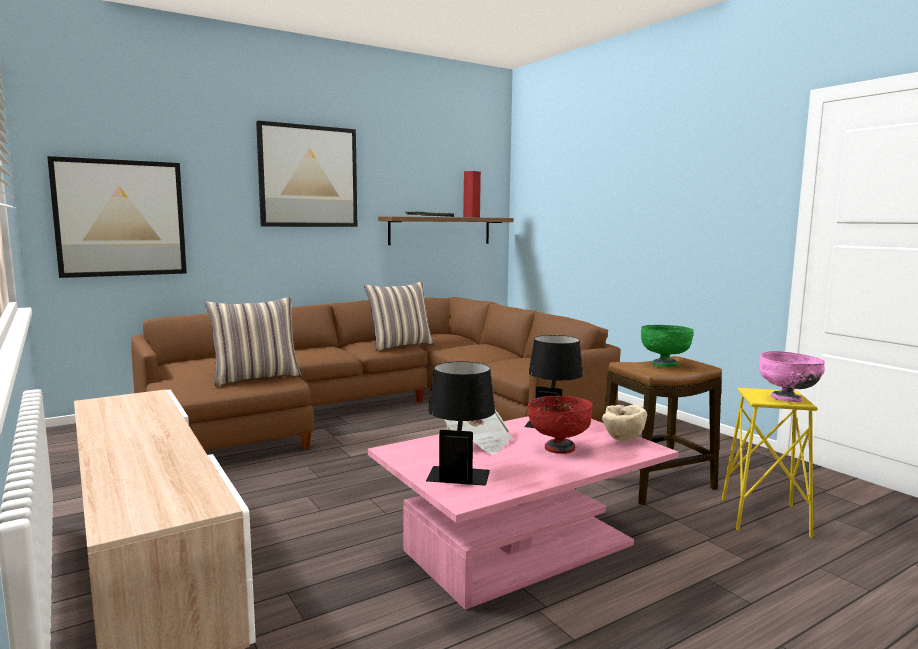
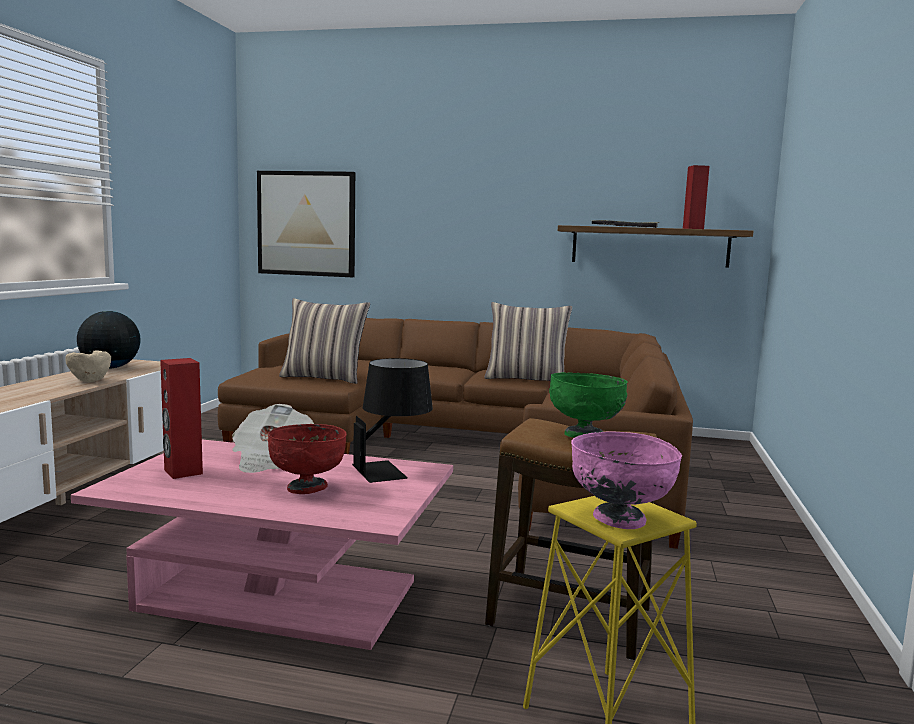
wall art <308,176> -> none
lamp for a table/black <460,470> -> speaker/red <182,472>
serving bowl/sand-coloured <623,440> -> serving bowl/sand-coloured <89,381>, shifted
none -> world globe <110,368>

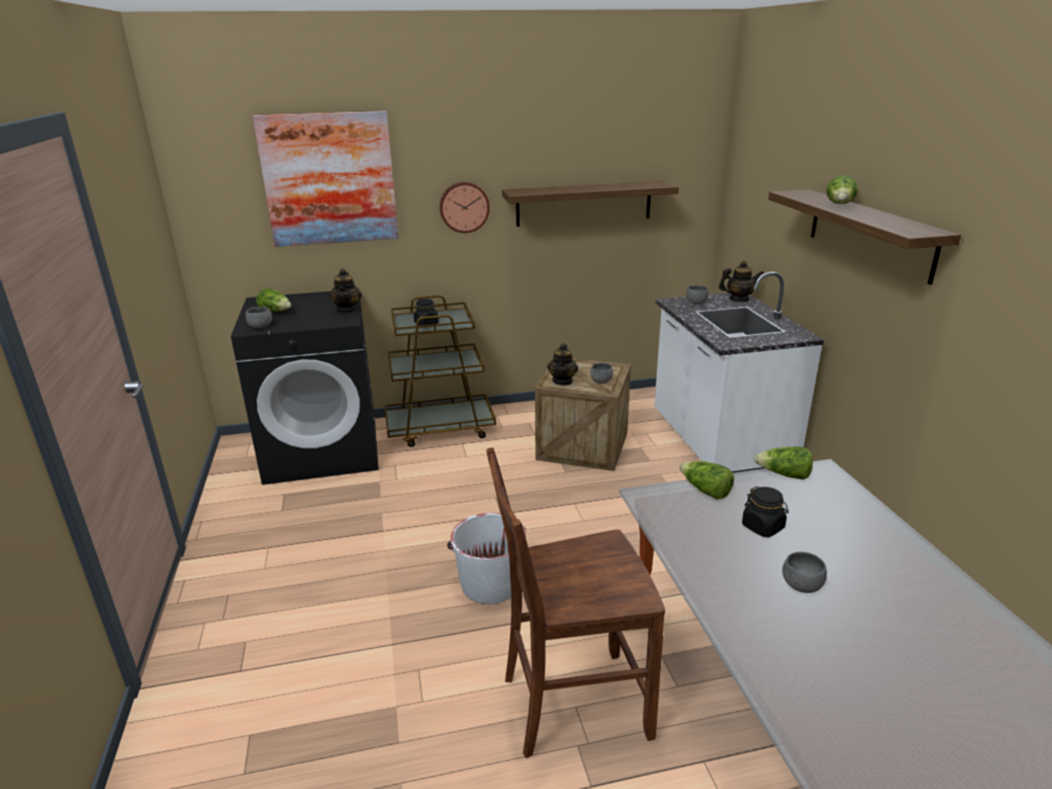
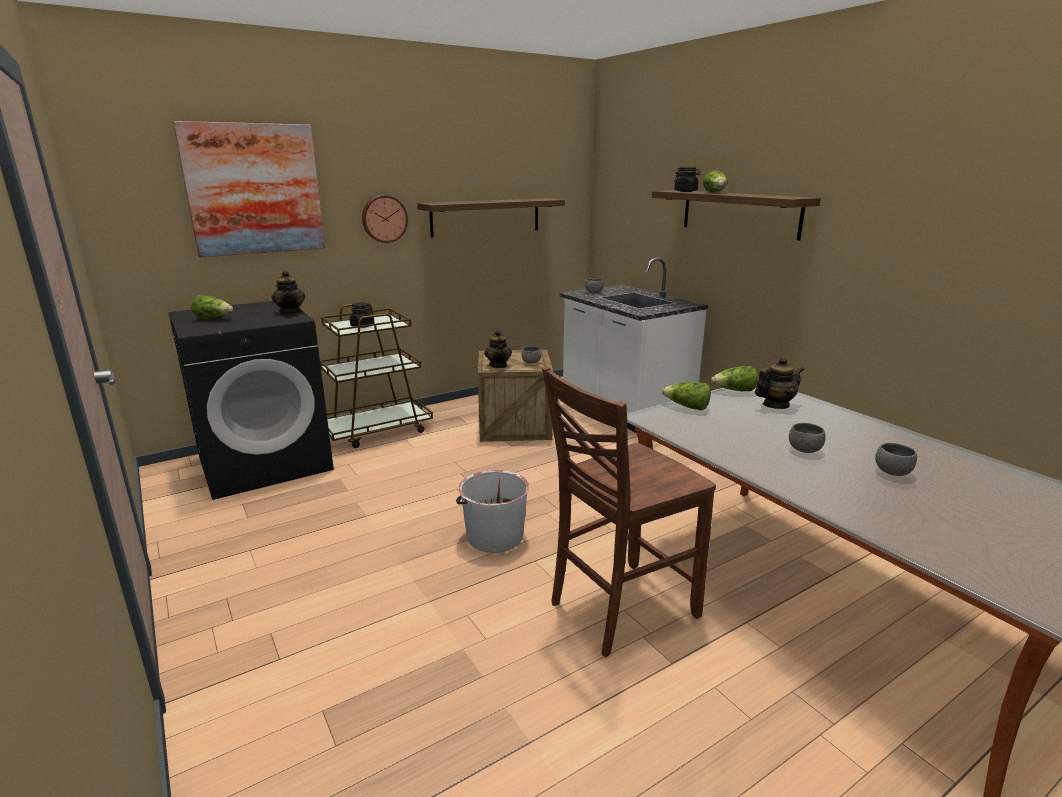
teapot <738,299> -> teapot <775,405>, shifted
serving bowl/gray <260,326> -> serving bowl/gray <892,472>, shifted
storage jar/black <763,527> -> storage jar/black <686,191>, shifted

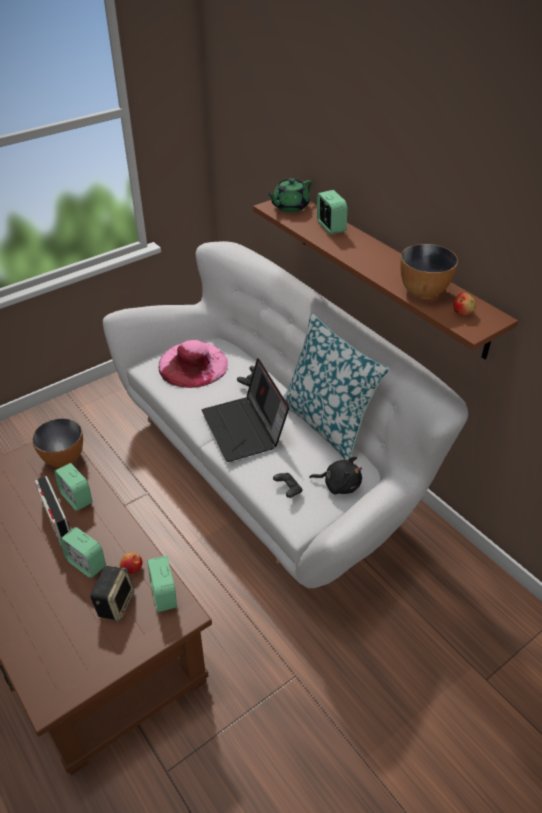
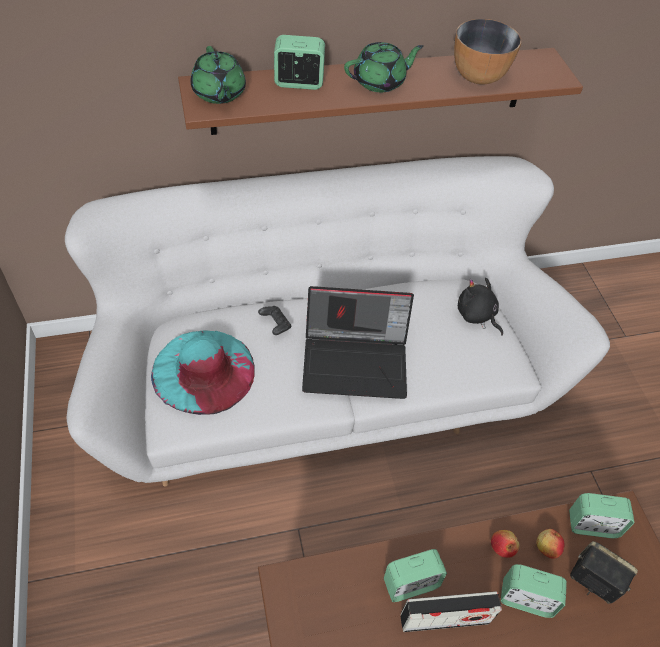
apple <462,312> -> apple <502,547>, shifted
throw pillow <327,423> -> none
wearable hat/pink-coloured <193,364> -> wearable hat/turquoise-coloured <203,370>
serving bowl <64,458> -> none
plush toy/black <339,484> -> plush toy/black <477,315>, 75 degrees counterclockwise
game controller/black <288,489> -> none
alarm clock <86,563> -> alarm clock <526,598>, 45 degrees clockwise
none -> teapot/green-coloured <380,82>

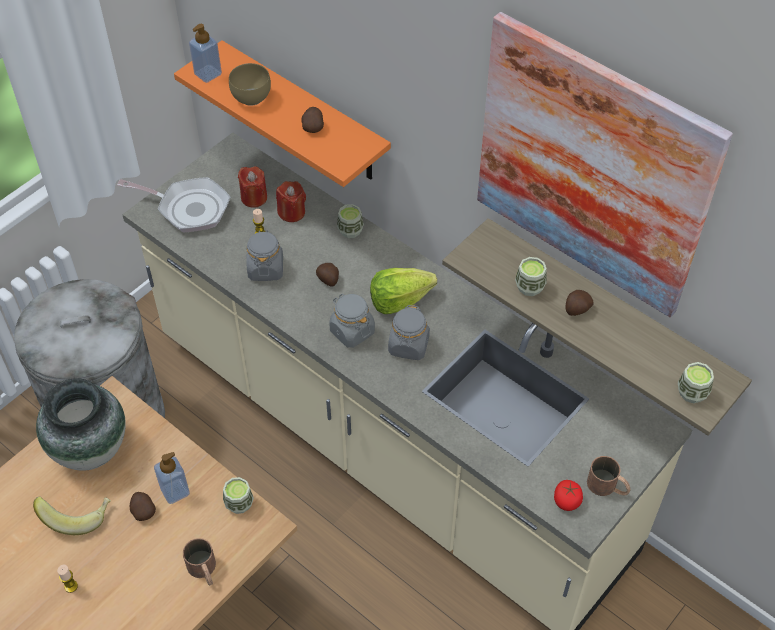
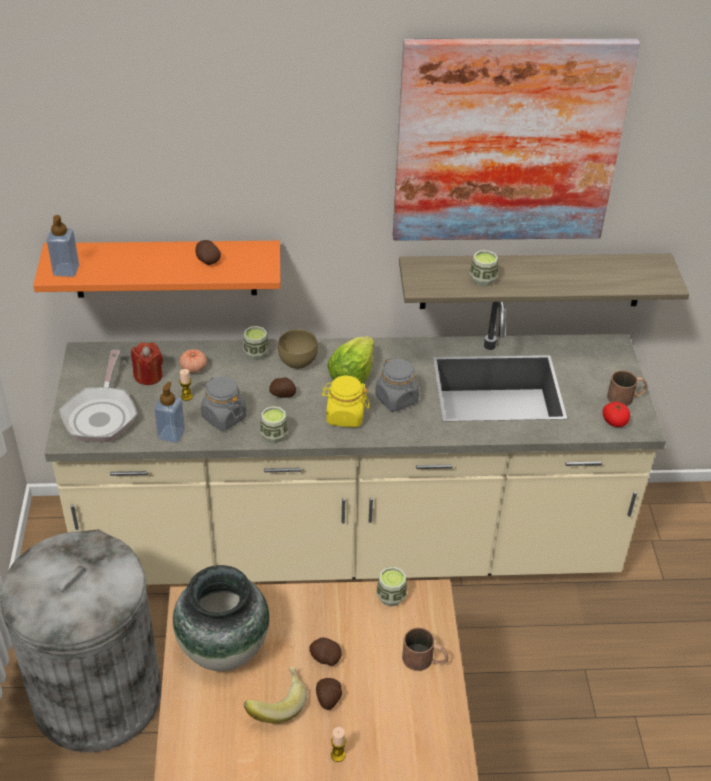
serving bowl/brown <251,97> -> serving bowl/brown <296,361>, shifted
pan <188,208> -> pan <101,415>, 120 degrees clockwise
candle/red <292,212> -> whole tomato <193,368>
whole potato <576,309> -> whole potato <328,699>, shifted
storage jar/gray <352,331> -> storage jar/yellow <345,416>
cup <692,392> -> cup <274,435>, shifted
liquid soap bottle <175,491> -> liquid soap bottle <171,434>, shifted

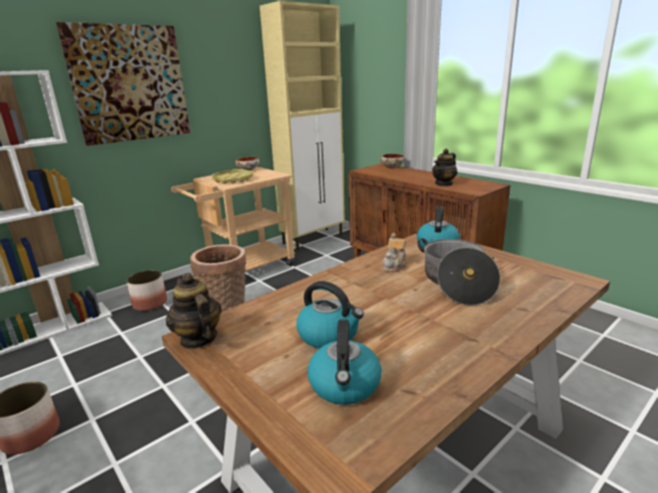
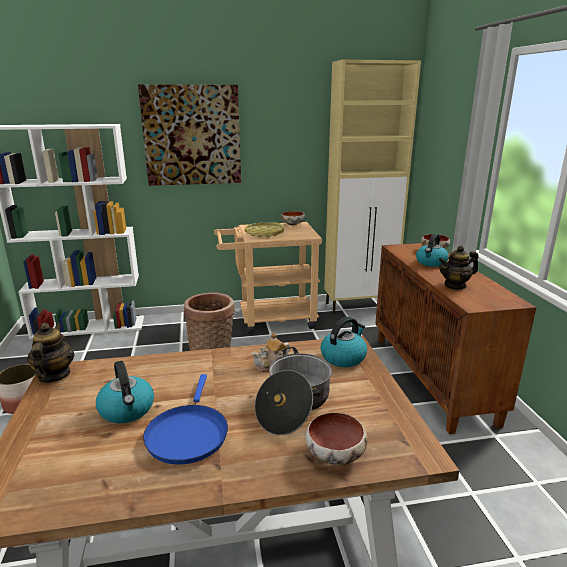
planter <150,303> -> none
kettle <345,386> -> kettle <431,263>, shifted
none -> pan/blue <187,433>
none -> serving bowl <335,455>

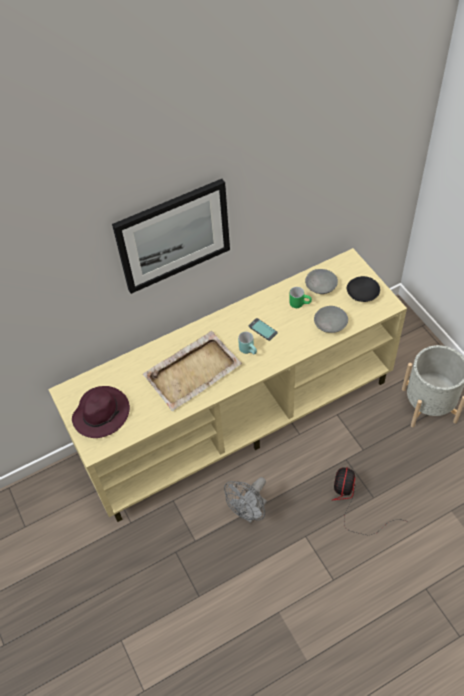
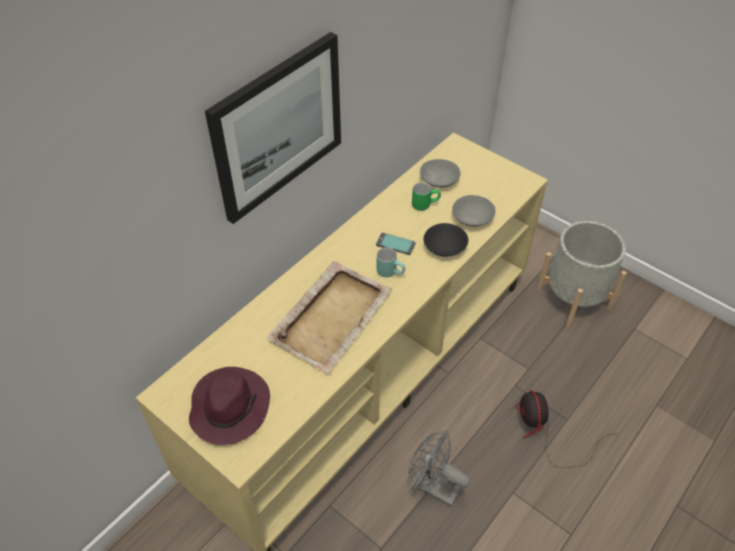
serving bowl/black <362,293> -> serving bowl/black <444,246>, shifted
cooling fan/gray <249,512> -> cooling fan/gray <433,486>, 105 degrees clockwise

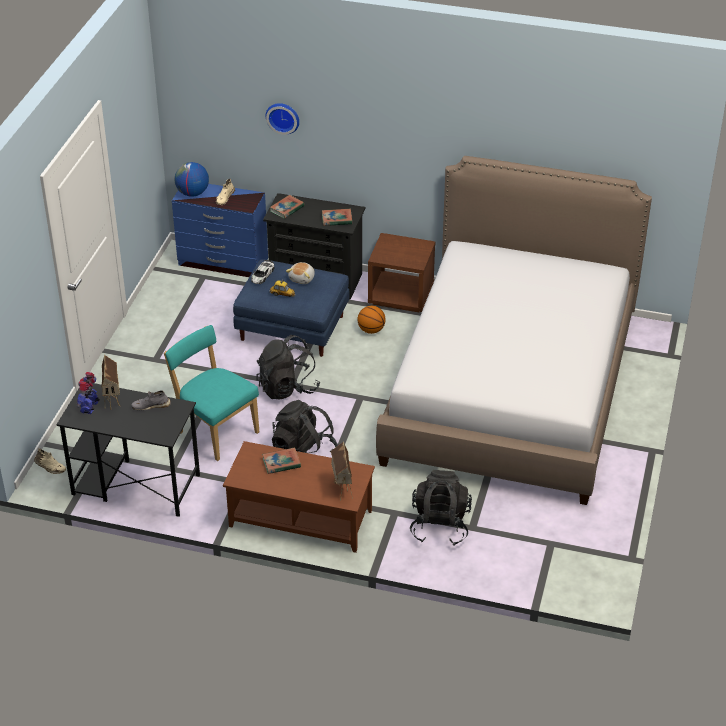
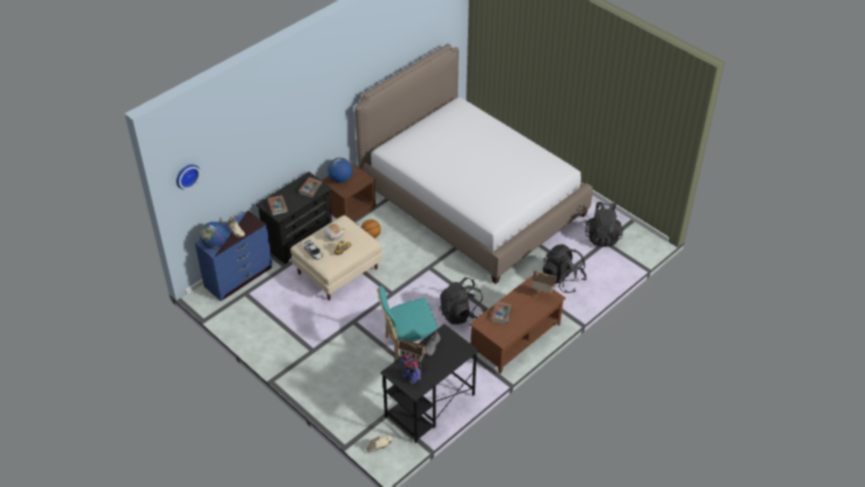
clock on the wall <283,117> -> clock on the wall <186,175>, shifted
footrest/blue <294,328> -> footrest/sand-coloured <338,270>
rucksack/black <287,388> -> rucksack/black <602,236>, shifted
none -> world globe <340,179>

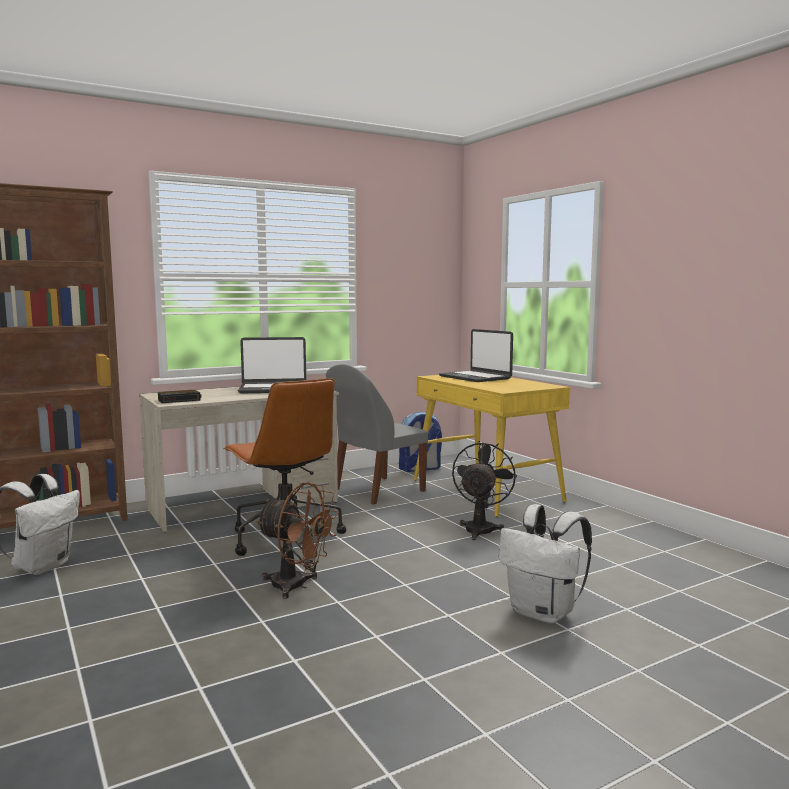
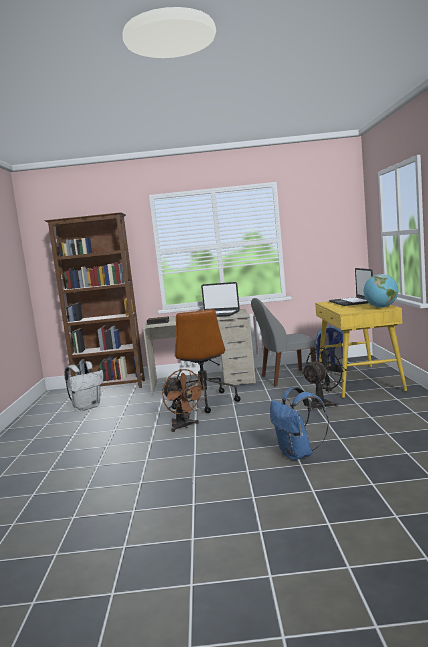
rucksack/white-coloured <544,613> -> rucksack/blue <298,454>
none -> world globe <381,307>

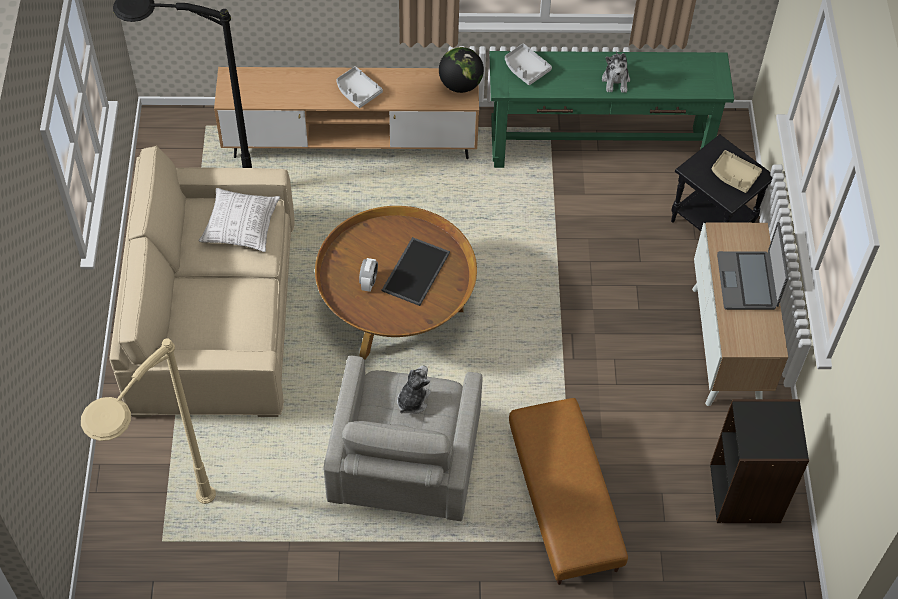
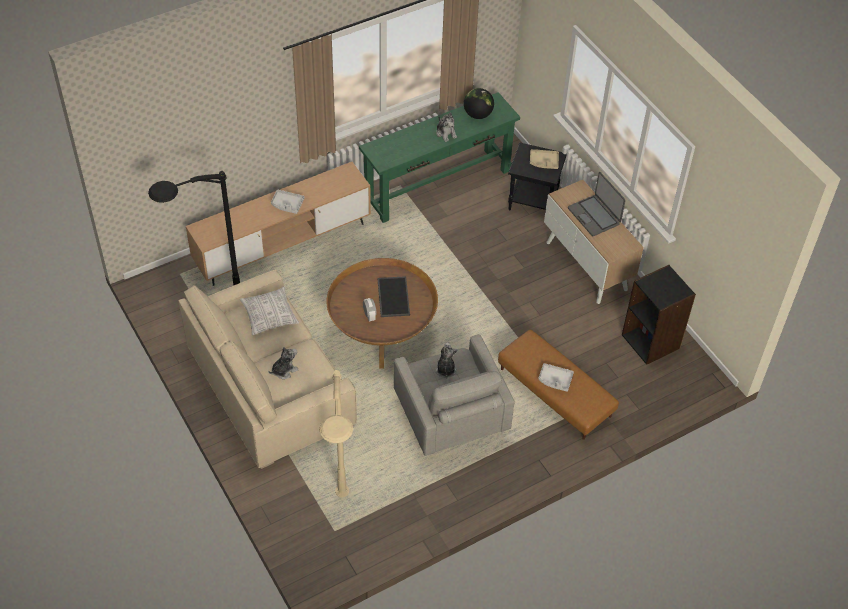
serving tray/gray <525,69> -> serving tray/gray <555,380>, shifted
world globe <460,85> -> world globe <478,114>, shifted
none -> plush toy <284,370>

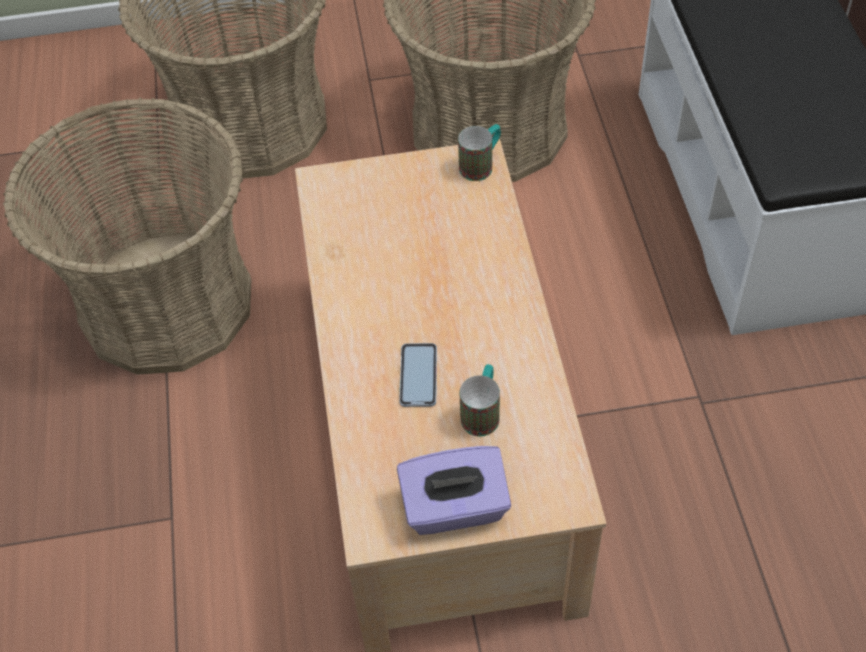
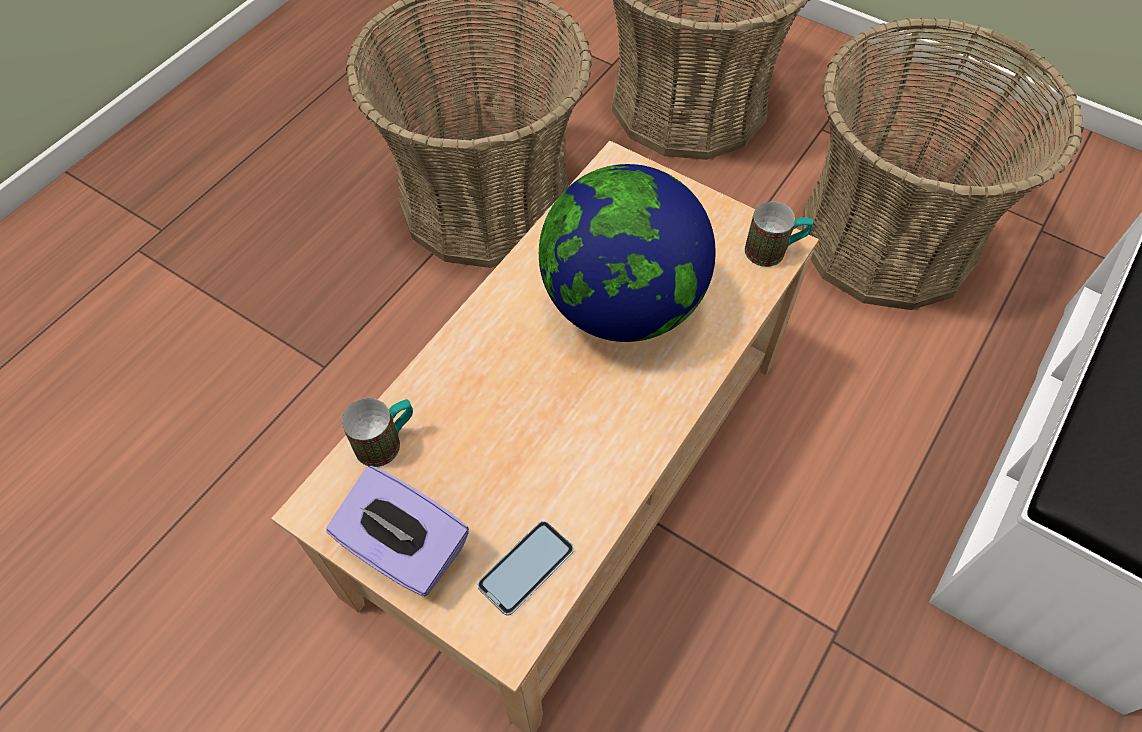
telephone <418,375> -> telephone <526,567>, shifted
coffee mug <482,412> -> coffee mug <387,441>, shifted
none -> world globe <622,305>

